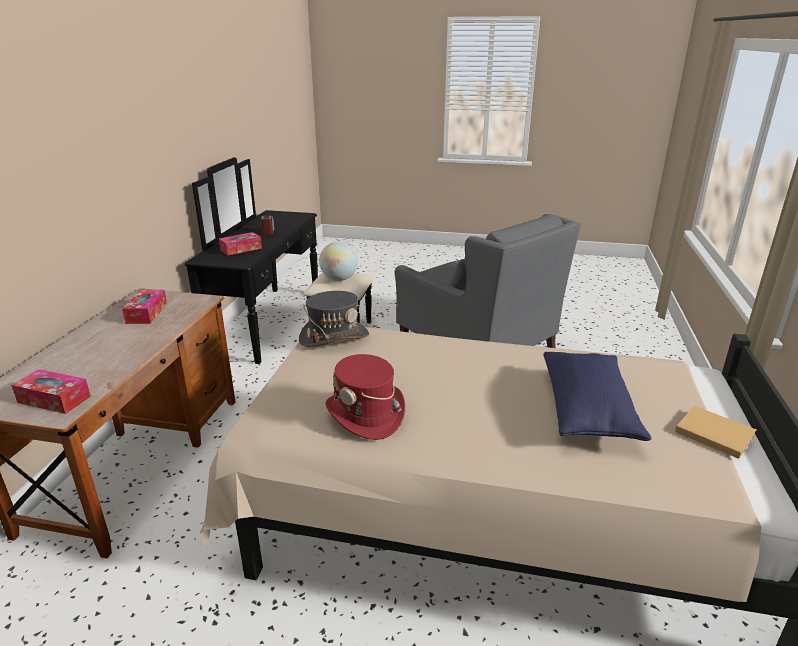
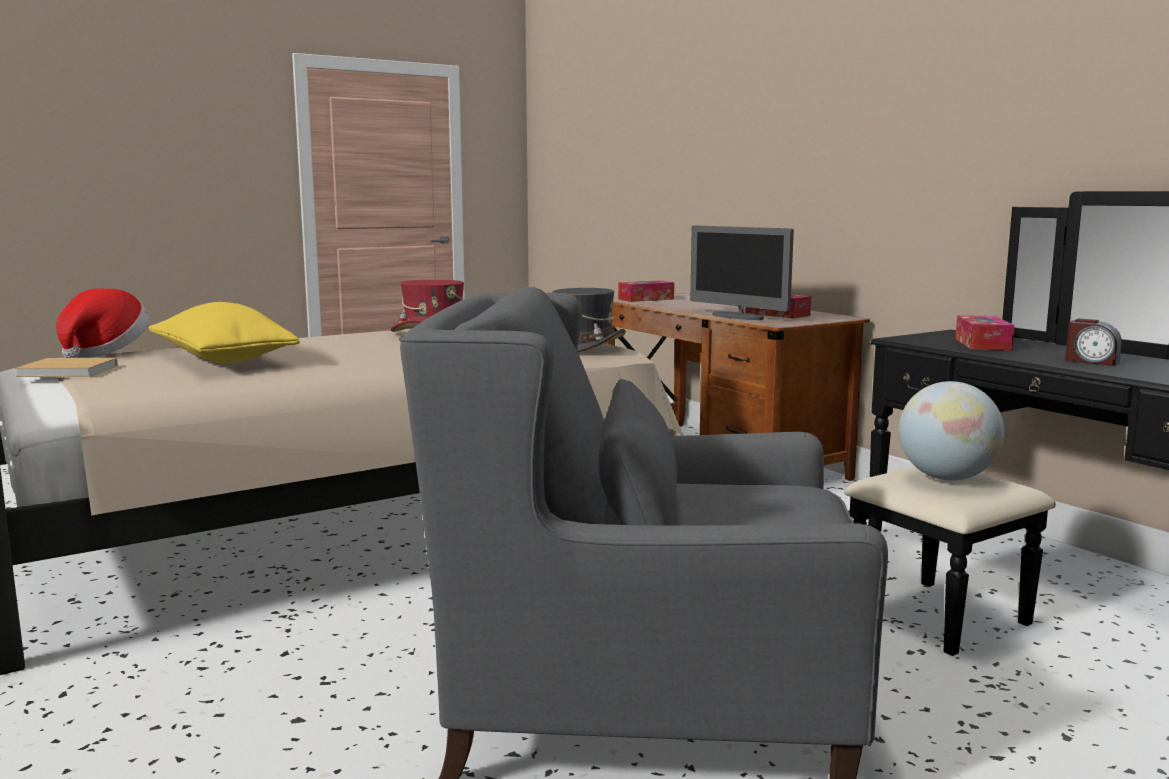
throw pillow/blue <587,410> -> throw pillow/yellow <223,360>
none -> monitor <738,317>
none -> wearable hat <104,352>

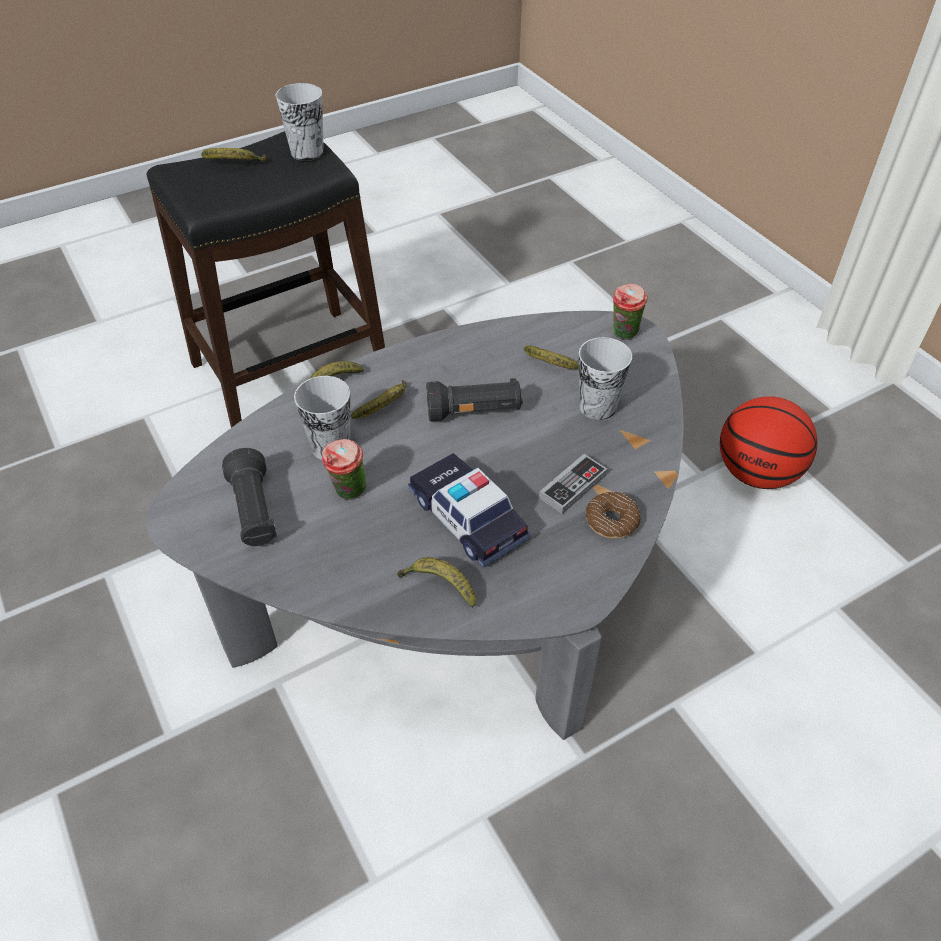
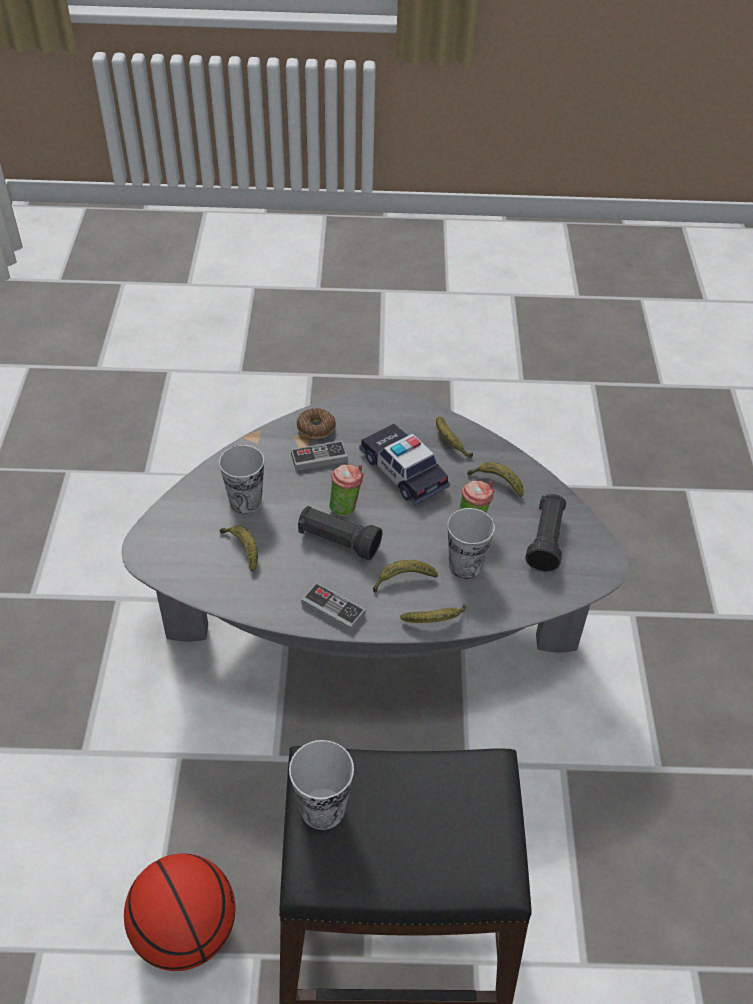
banana <234,164> -> banana <496,482>, shifted
cup <624,335> -> cup <346,507>, shifted
ball for basketball <756,473> -> ball for basketball <185,931>, shifted
model car <467,517> -> model car <403,471>, 150 degrees clockwise
none -> game controller <333,609>

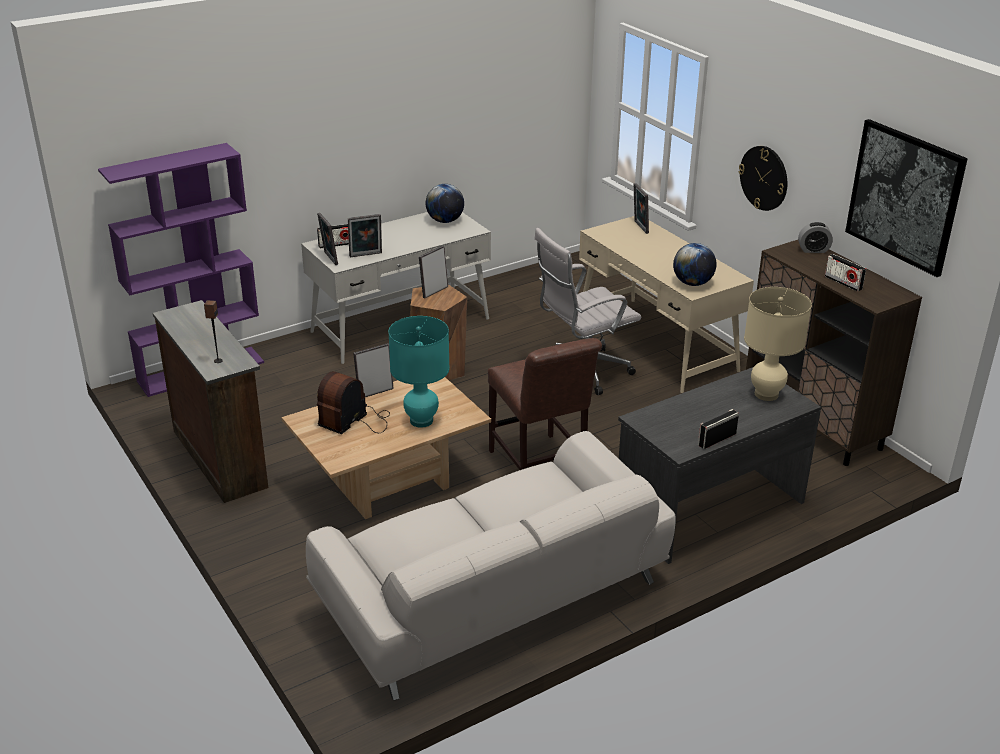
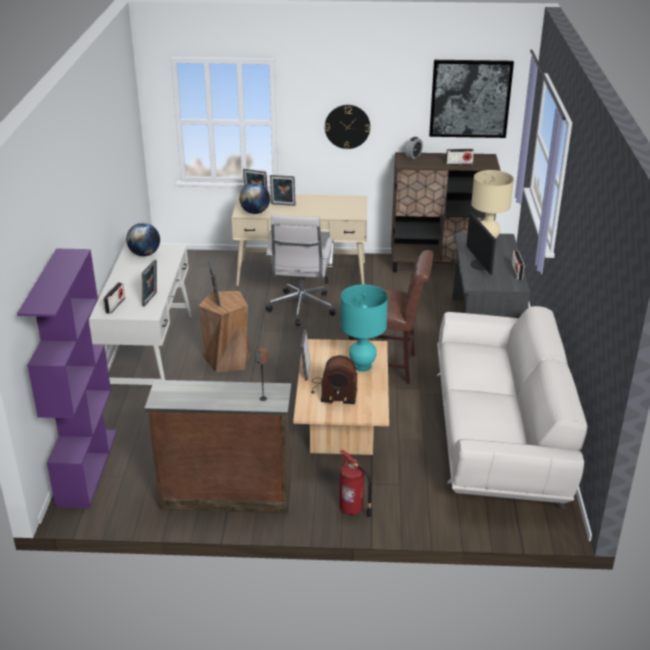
picture frame <329,258> -> picture frame <283,205>, shifted
world globe <692,283> -> world globe <255,212>, shifted
radio <356,420> -> radio <333,391>, 60 degrees counterclockwise
none -> monitor <480,265>
none -> extinguisher <352,509>

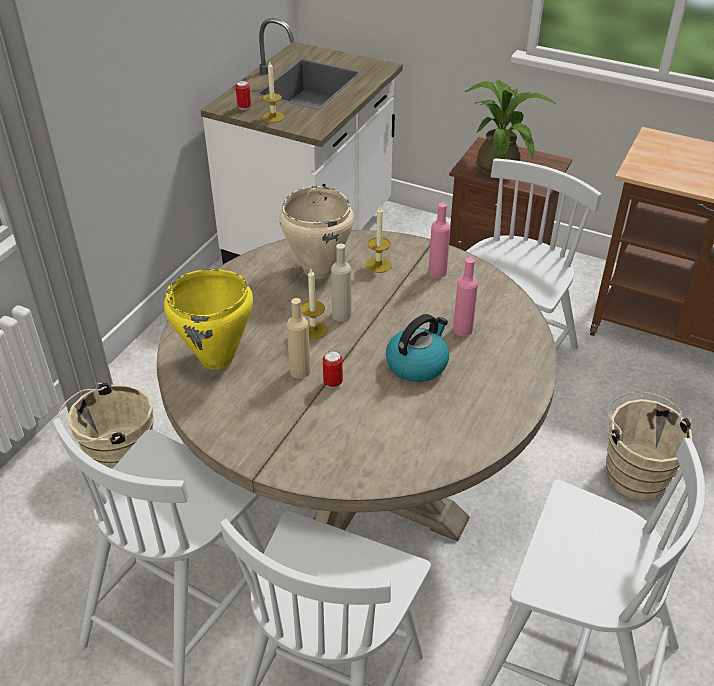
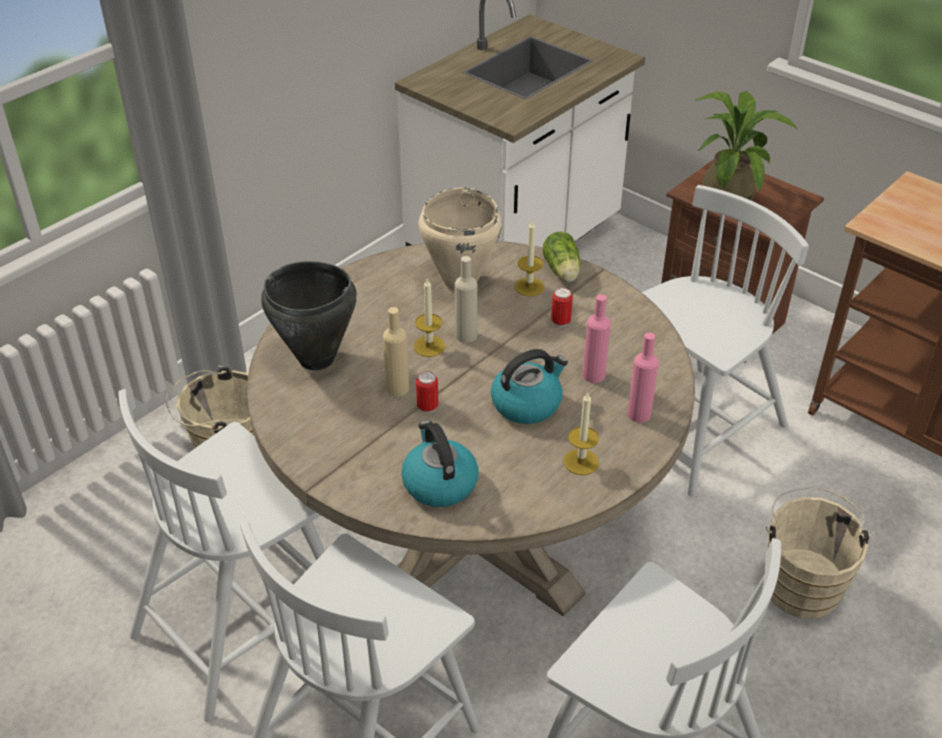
candle <273,117> -> candle <581,462>, shifted
can <244,107> -> can <560,322>, shifted
bottle/pink-coloured <437,272> -> bottle/pink-coloured <639,414>, shifted
saucepot/yellow <217,359> -> saucepot/black <317,359>
none -> lettuce head <562,272>
none -> kettle <439,483>

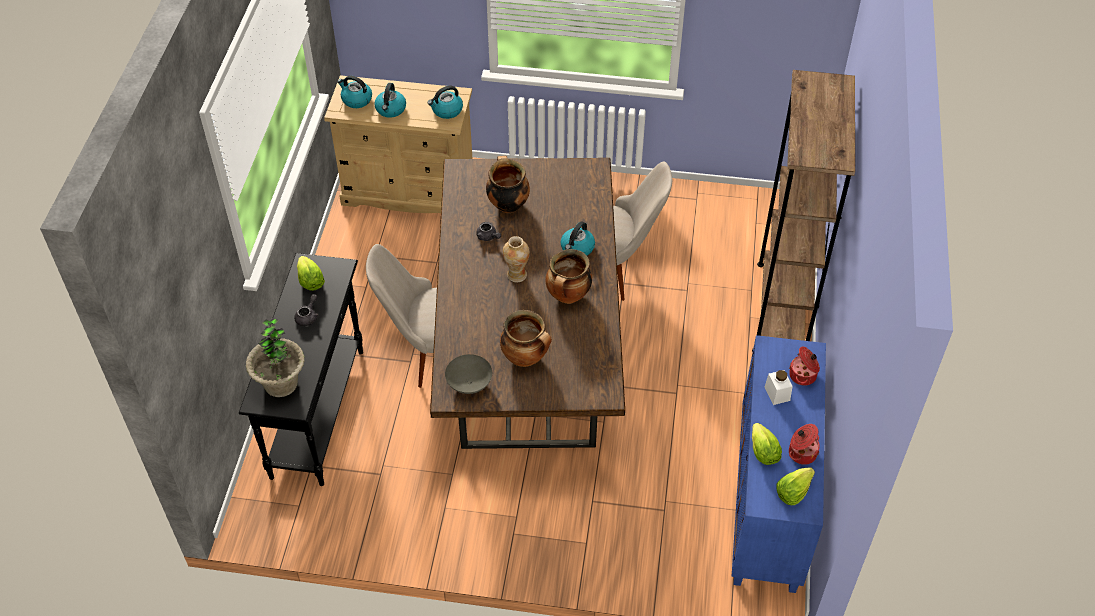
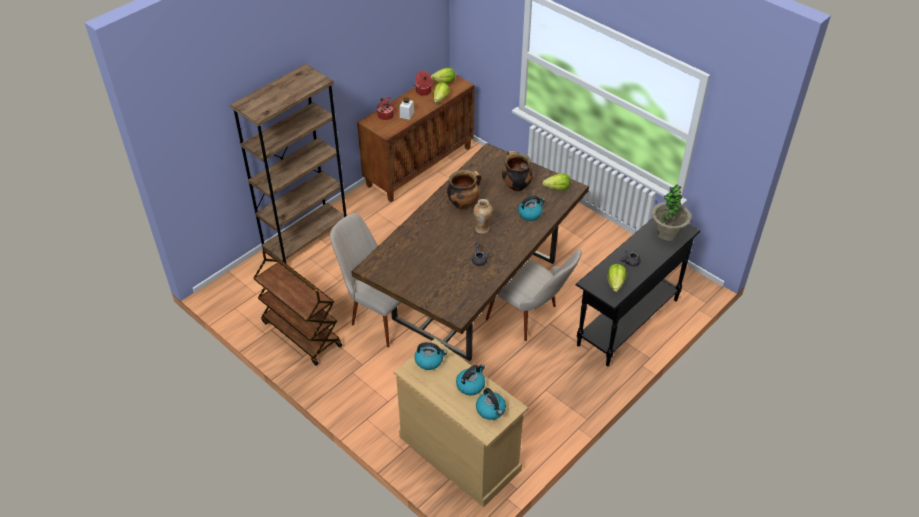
saucepot <507,204> -> none
kettle <577,248> -> kettle <530,214>, shifted
storage cabinet/blue <769,502> -> storage cabinet/brown <419,166>
serving bowl/gray <469,383> -> lettuce head <557,188>
none -> trolley/brown <301,334>

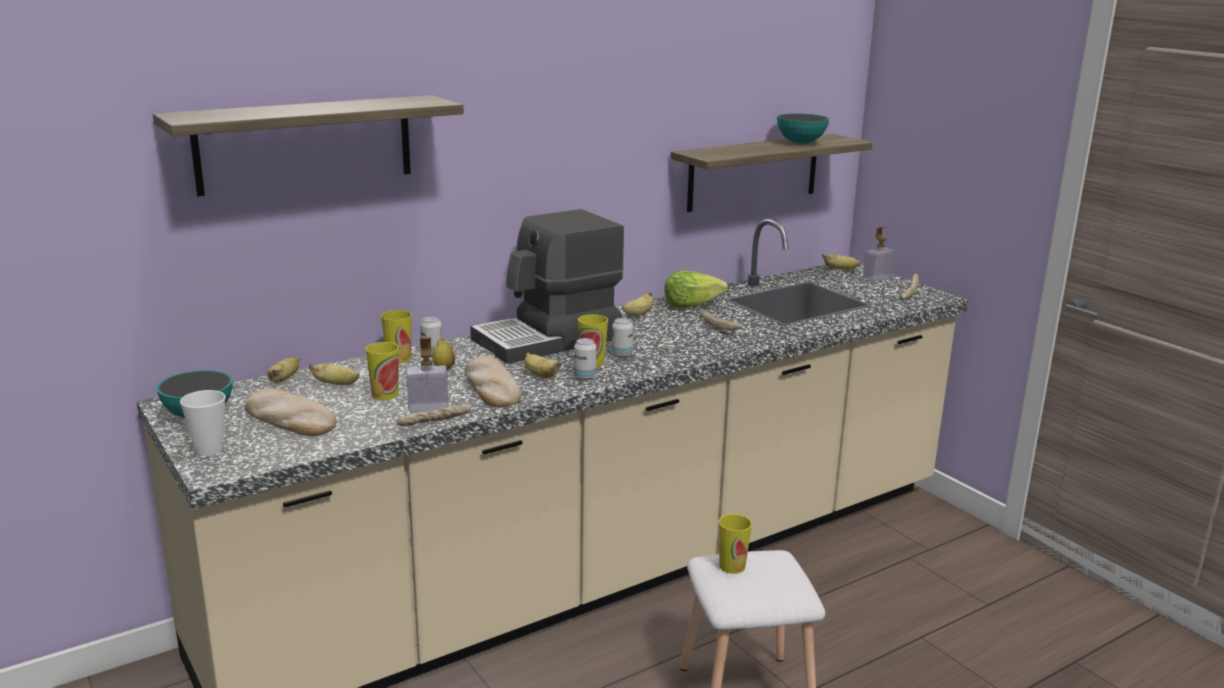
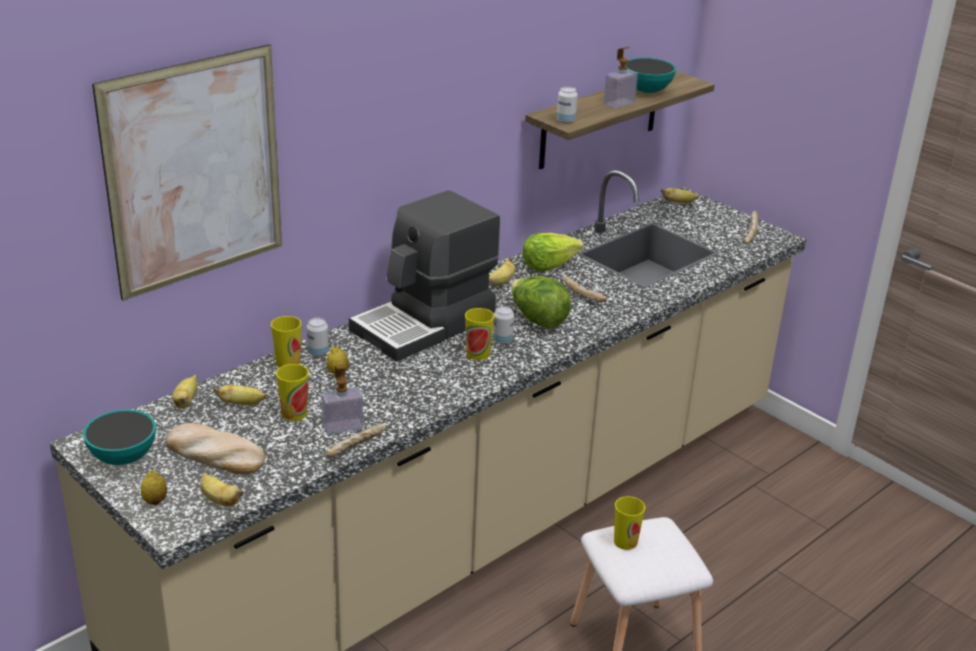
bracket shelf <305,144> -> wall art <195,171>
liquid soap bottle <877,278> -> liquid soap bottle <619,103>, shifted
can <585,377> -> can <565,121>, shifted
banana <540,375> -> banana <219,500>, shifted
bakery bread <491,387> -> none
cup <209,450> -> lemon <155,501>
none -> lettuce head <537,320>

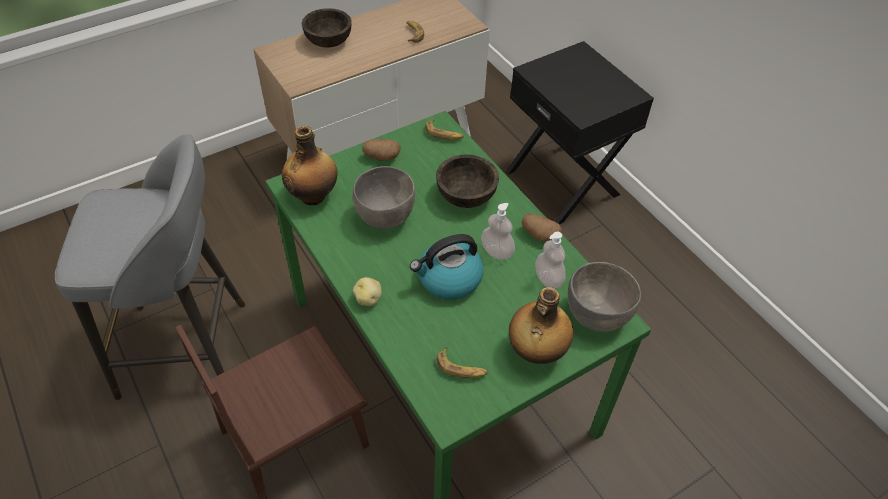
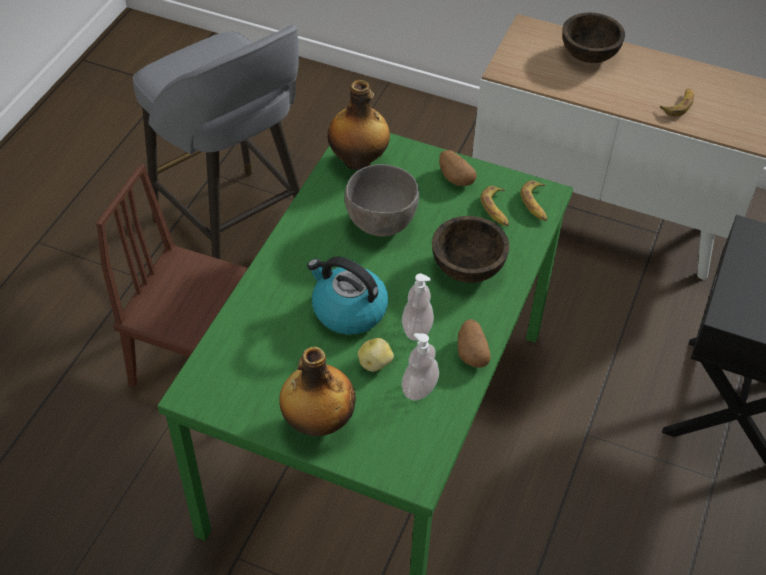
serving bowl/gray <597,316> -> none
whole potato <368,298> -> whole potato <375,363>, shifted
banana <461,368> -> banana <496,210>, shifted

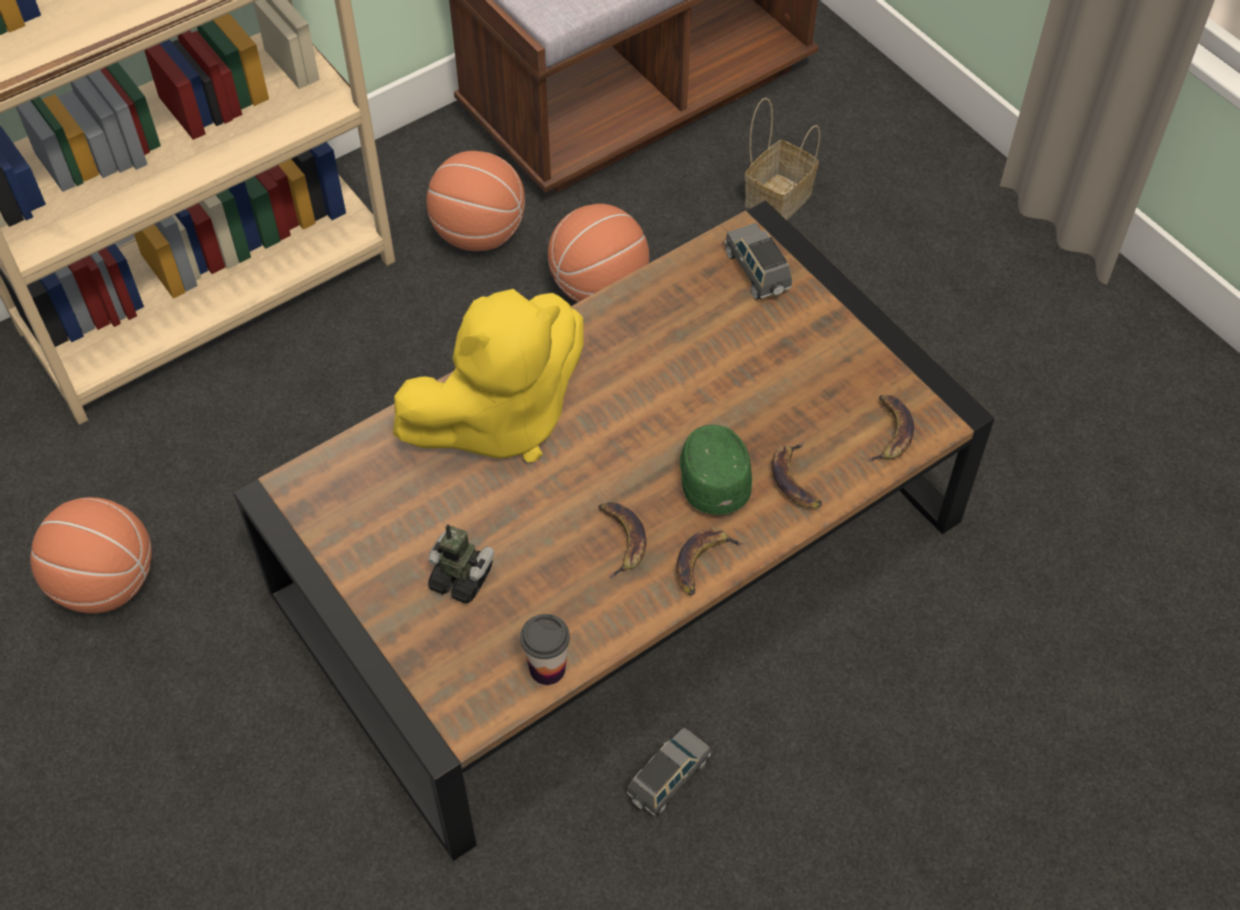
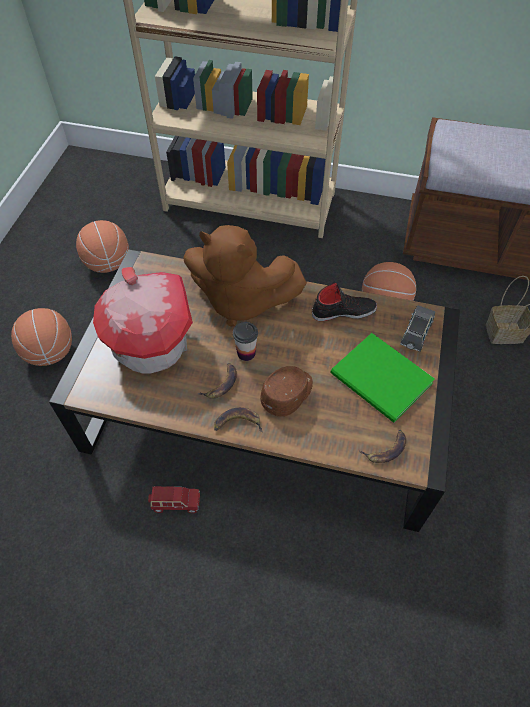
ball for basketball <478,233> -> ball for basketball <50,352>, shifted
plush toy/yellow <499,418> -> plush toy/brown <241,300>
baseball cap/green-coloured <712,475> -> baseball cap/brown <288,394>
banana <796,480> -> none
robot figure <461,578> -> toy house <151,343>
cup <547,668> -> cup <246,353>, shifted
model car/gray <667,779> -> model car/red <175,503>
none -> item of footwear/black <343,311>
none -> book/green-coloured <382,381>

